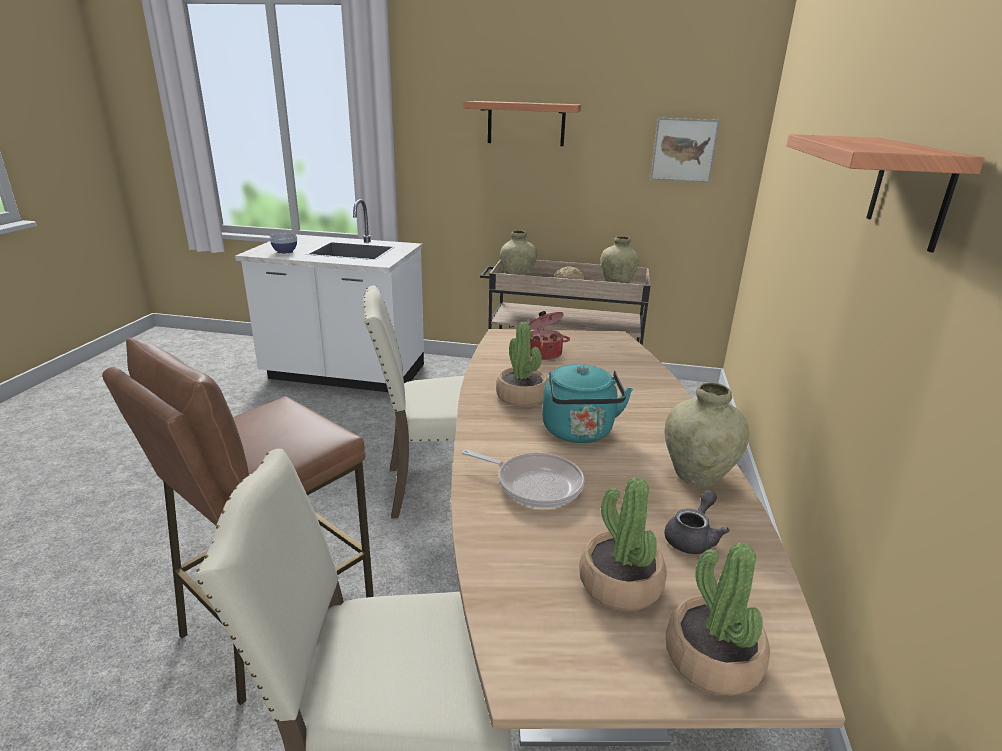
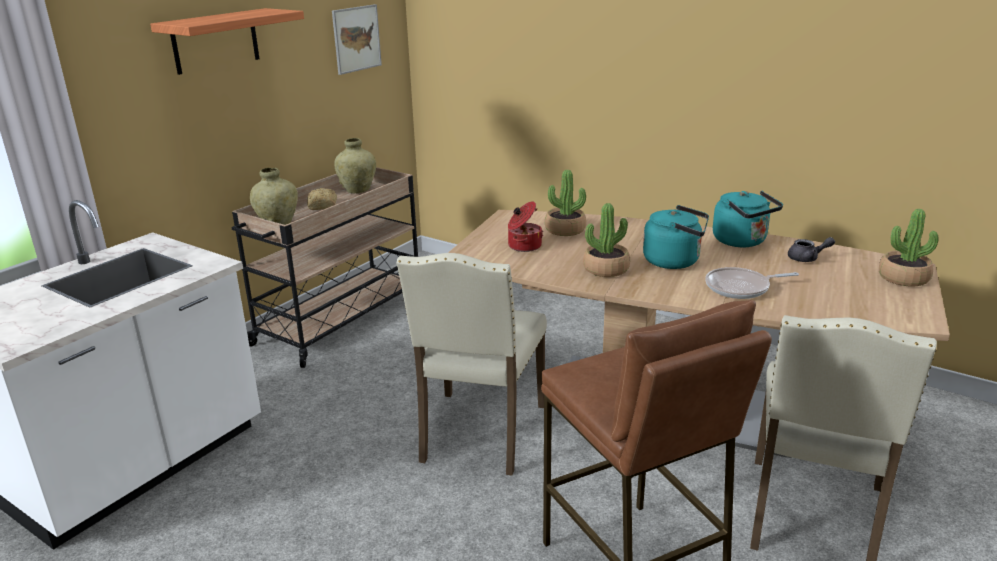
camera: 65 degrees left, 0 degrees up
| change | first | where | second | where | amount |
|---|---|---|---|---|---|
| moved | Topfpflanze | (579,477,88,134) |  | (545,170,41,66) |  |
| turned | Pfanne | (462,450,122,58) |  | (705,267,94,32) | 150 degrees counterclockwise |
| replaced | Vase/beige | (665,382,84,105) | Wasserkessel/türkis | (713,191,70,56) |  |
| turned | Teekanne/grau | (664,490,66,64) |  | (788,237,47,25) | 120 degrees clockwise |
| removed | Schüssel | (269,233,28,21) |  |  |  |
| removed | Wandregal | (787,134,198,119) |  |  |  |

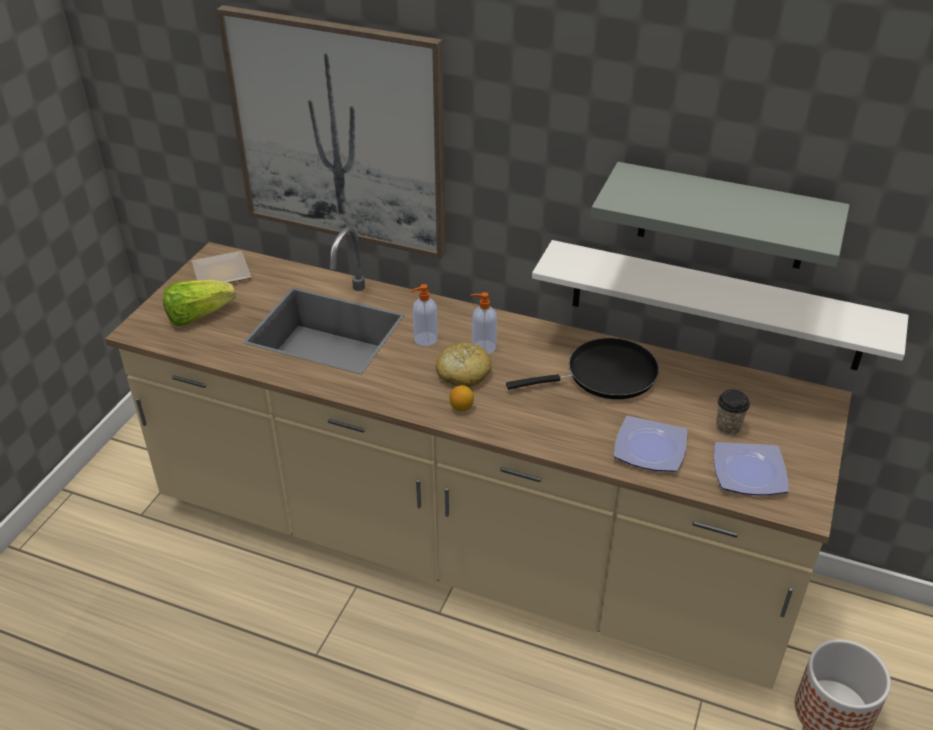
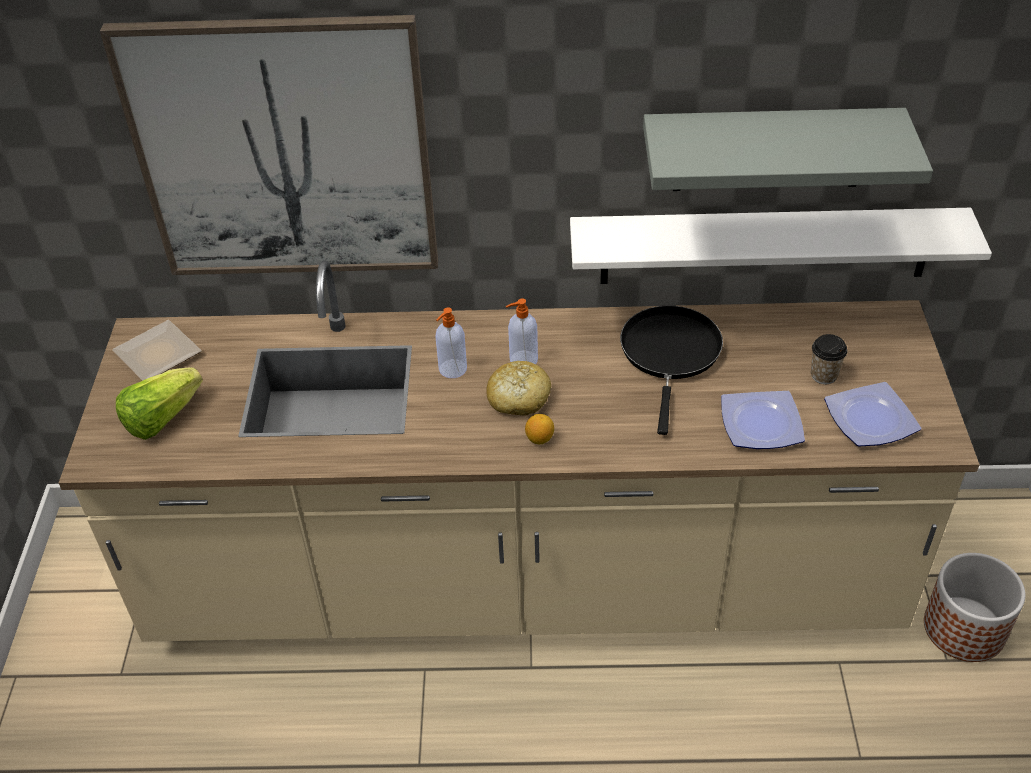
camera: 20 degrees left, 5 degrees up
| change | first | where | second | where | amount |
|---|---|---|---|---|---|
| turned | Pfanne/schwarz | (506,338,153,61) |  | (620,306,103,129) | 45 degrees counterclockwise |

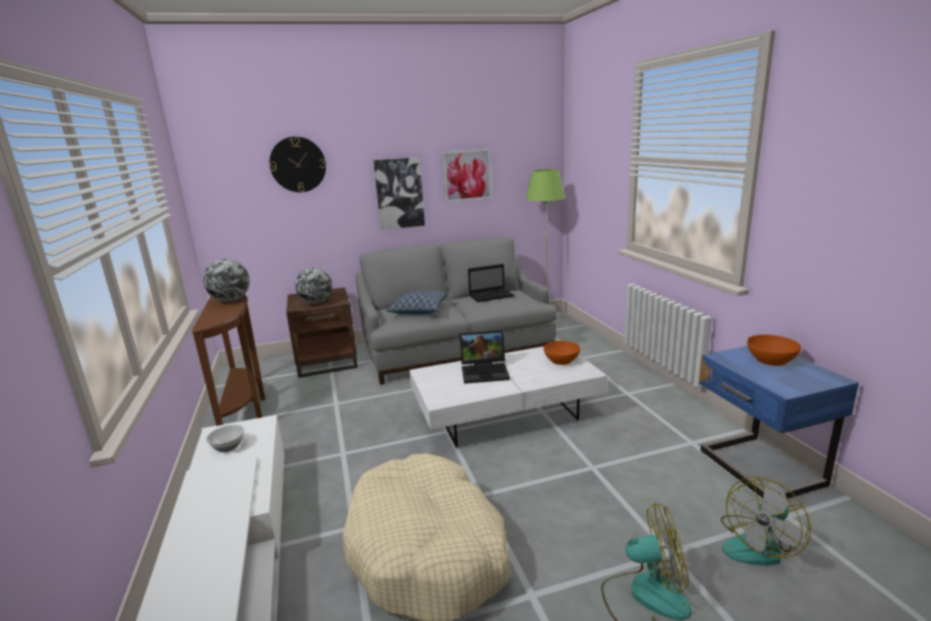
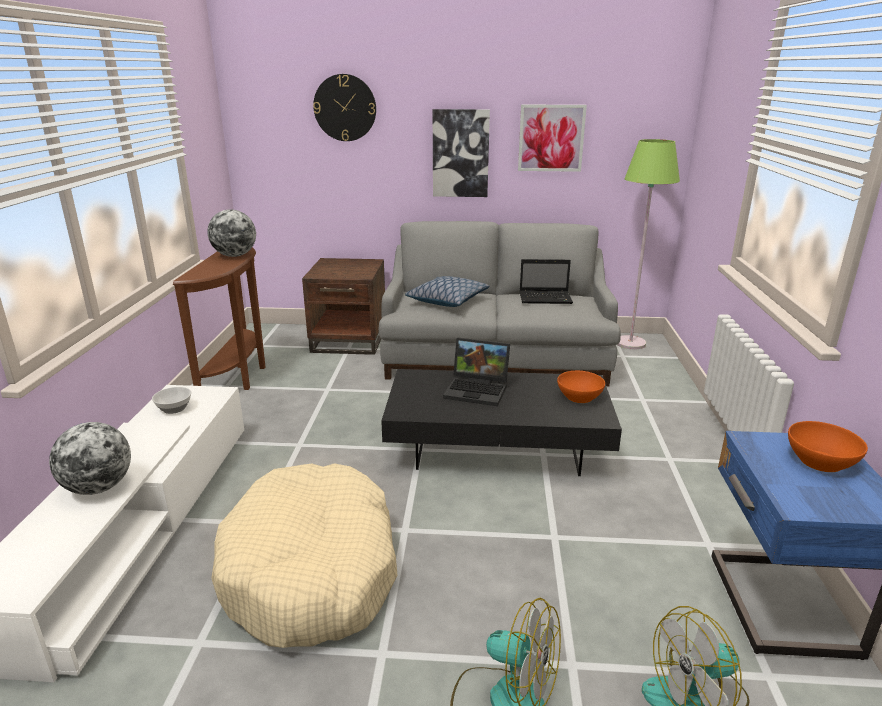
camera: 20 degrees right, 5 degrees up
| change | first | where | second | where | amount |
|---|---|---|---|---|---|
| moved | Globus | (295,268,37,36) |  | (49,422,82,73) |  |
| recoloured | Couchtisch/weiß | (409,346,198,101) | Couchtisch/schwarz | (381,369,241,107) |  |

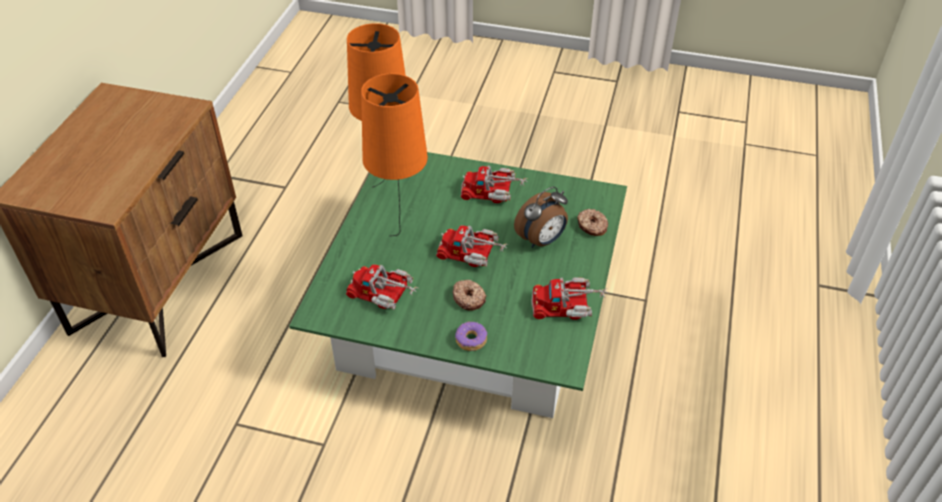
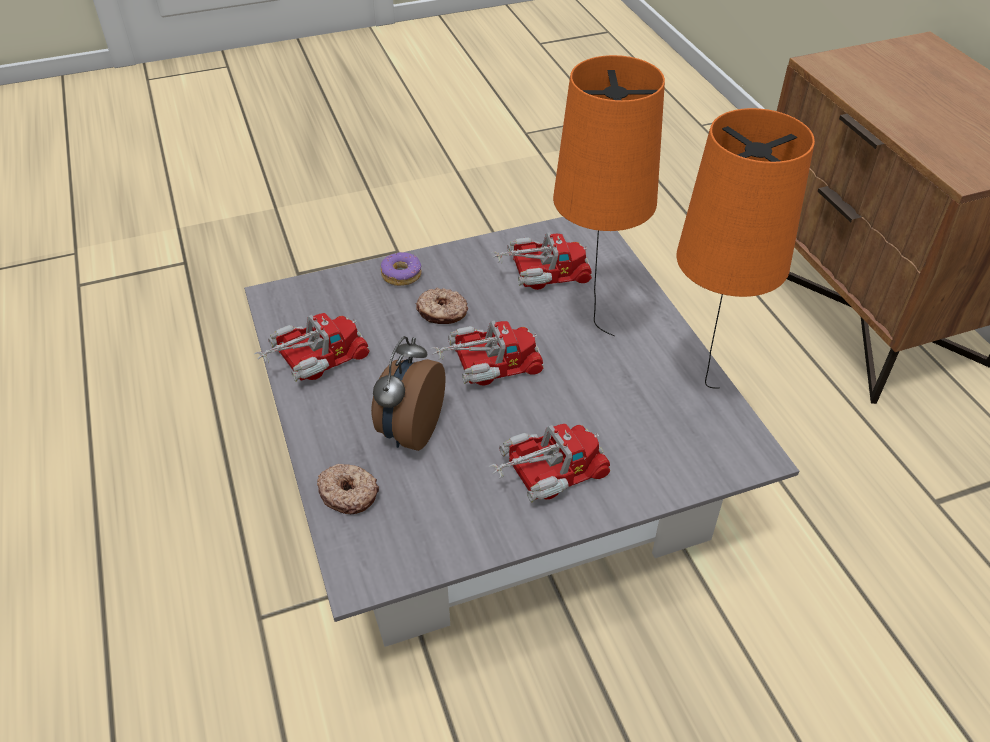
camera: 145 degrees right, 0 degrees up
| change | first | where | second | where | amount |
|---|---|---|---|---|---|
| recoloured | Couchtisch/grün | (289,152,338,266) | Couchtisch/grau | (244,217,555,430) |  |

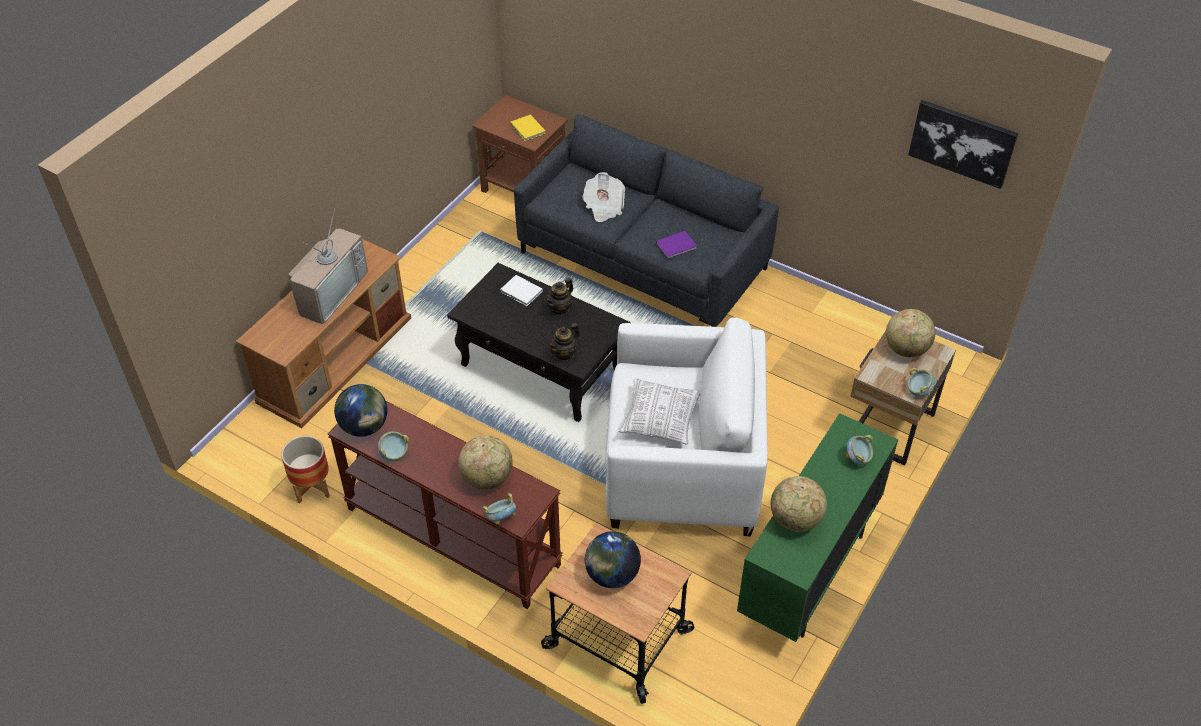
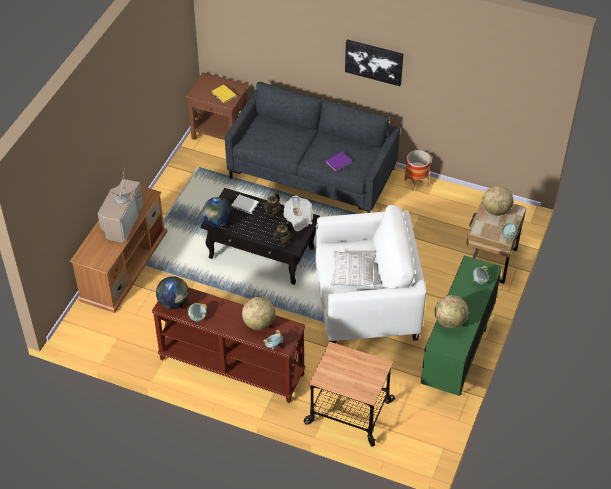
camera: 10 degrees left, 0 degrees up
| change | first | where | second | where | amount |
|---|---|---|---|---|---|
| moved | Globus | (585,531,56,57) |  | (202,197,31,30) |  |
| moved | Zeitung | (582,172,43,50) |  | (283,195,30,36) |  |
| moved | Bild | (908,100,110,89) |  | (345,39,58,47) |  |
| moved | Pflanzkübel | (281,436,49,67) |  | (405,150,26,41) |  |

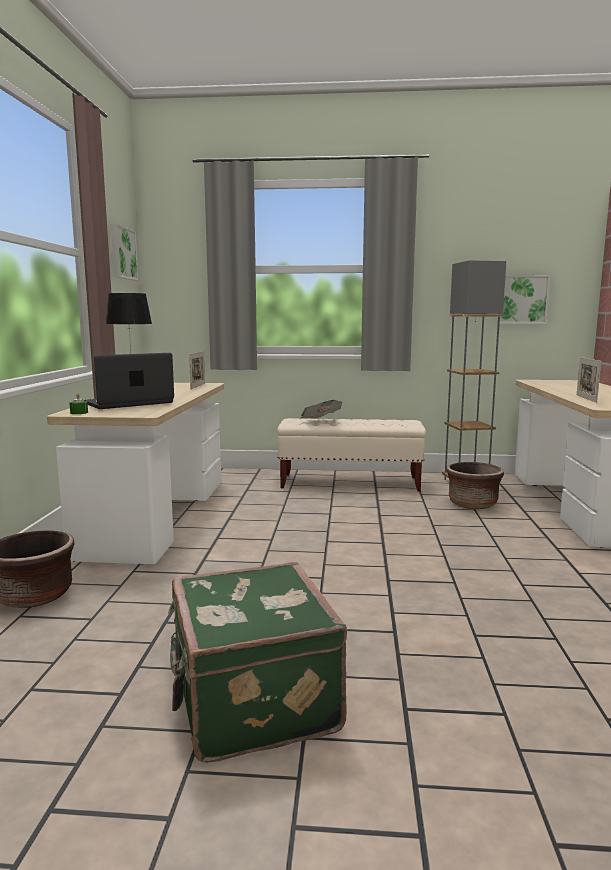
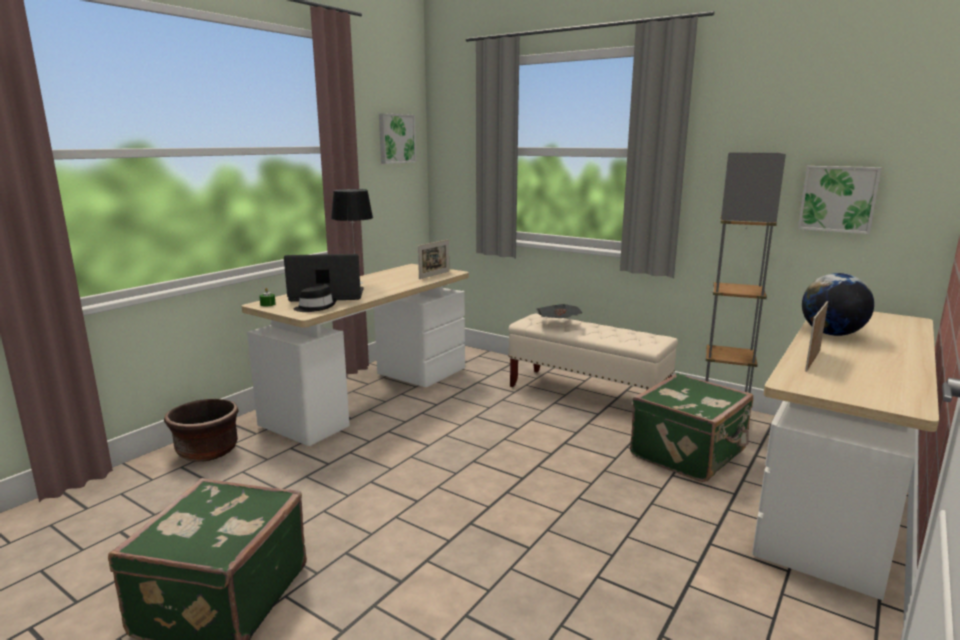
camera: 30 degrees right, 5 degrees up
| change | first | where | second | where | amount |
|---|---|---|---|---|---|
| added |  |  | Hut/schwarz | (294,285,43,27) |  |
| replaced | Pflanzkübel/braun | (446,462,58,47) | Koffer/grün | (630,373,123,109) |  |
| added |  |  | Globus | (802,273,72,63) |  |

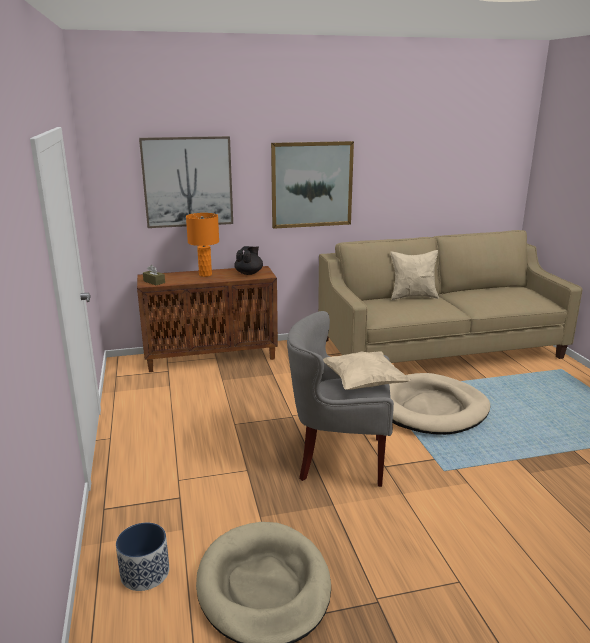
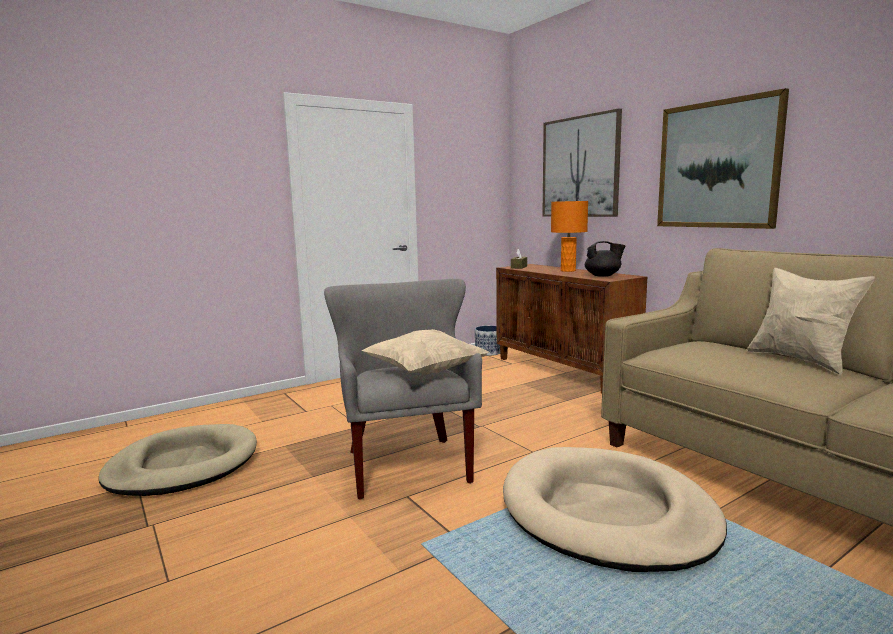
camera: 70 degrees right, 10 degrees down
| change | first | where | second | where | amount |
|---|---|---|---|---|---|
| moved | Pflanzkübel | (116,523,53,68) |  | (475,326,25,30) |  |

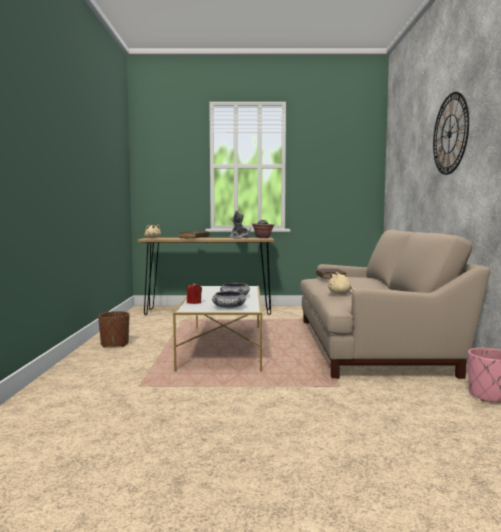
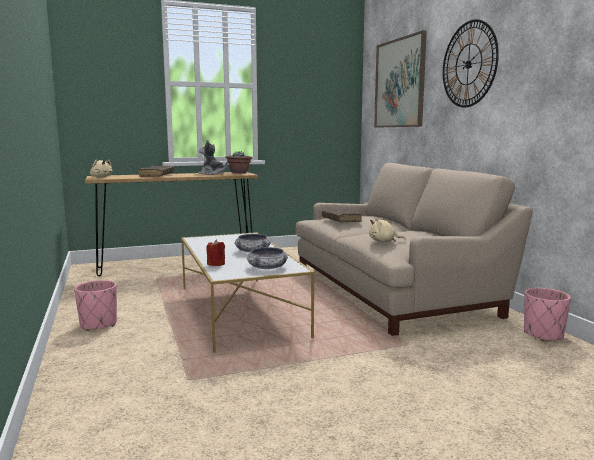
camera: 20 degrees left, 5 degrees up
| change | first | where | second | where | amount |
|---|---|---|---|---|---|
| recoloured | Pflanzkübel/braun | (98,311,31,37) | Pflanzkübel/rosa | (74,280,43,51) |  |
| added |  |  | Bild | (374,30,53,98) |  |

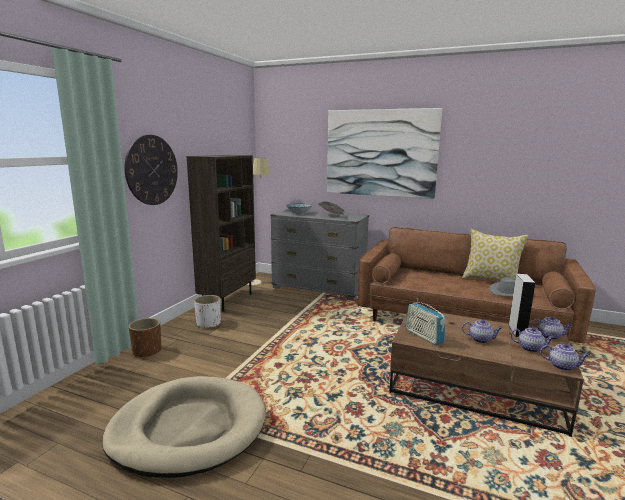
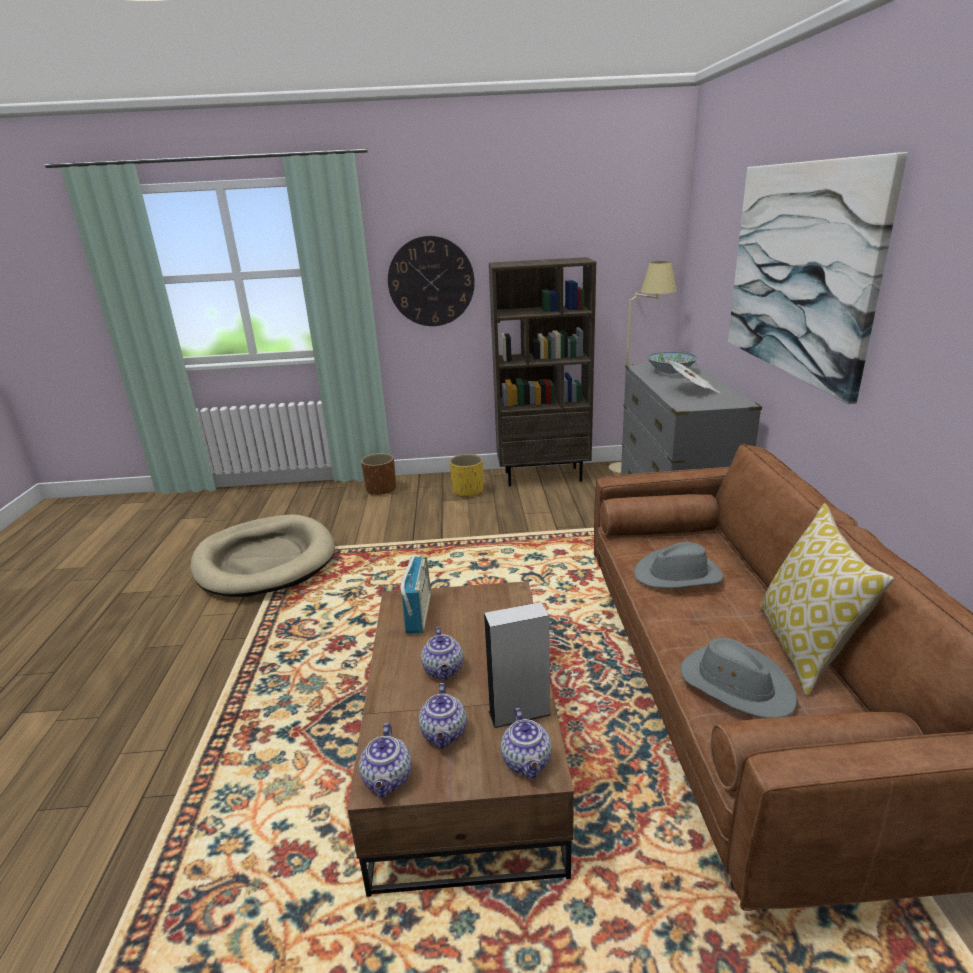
camera: 65 degrees right, 10 degrees up
| change | first | where | second | where | amount |
|---|---|---|---|---|---|
| turned | Radio | (406,299,39,46) |  | (400,556,31,78) | 150 degrees clockwise |
| recoloured | Pflanzkübel/weiß | (194,295,27,33) | Pflanzkübel/gelb | (450,454,33,44) |  |
| added |  |  | Hut/grau | (634,542,89,46) |  |

